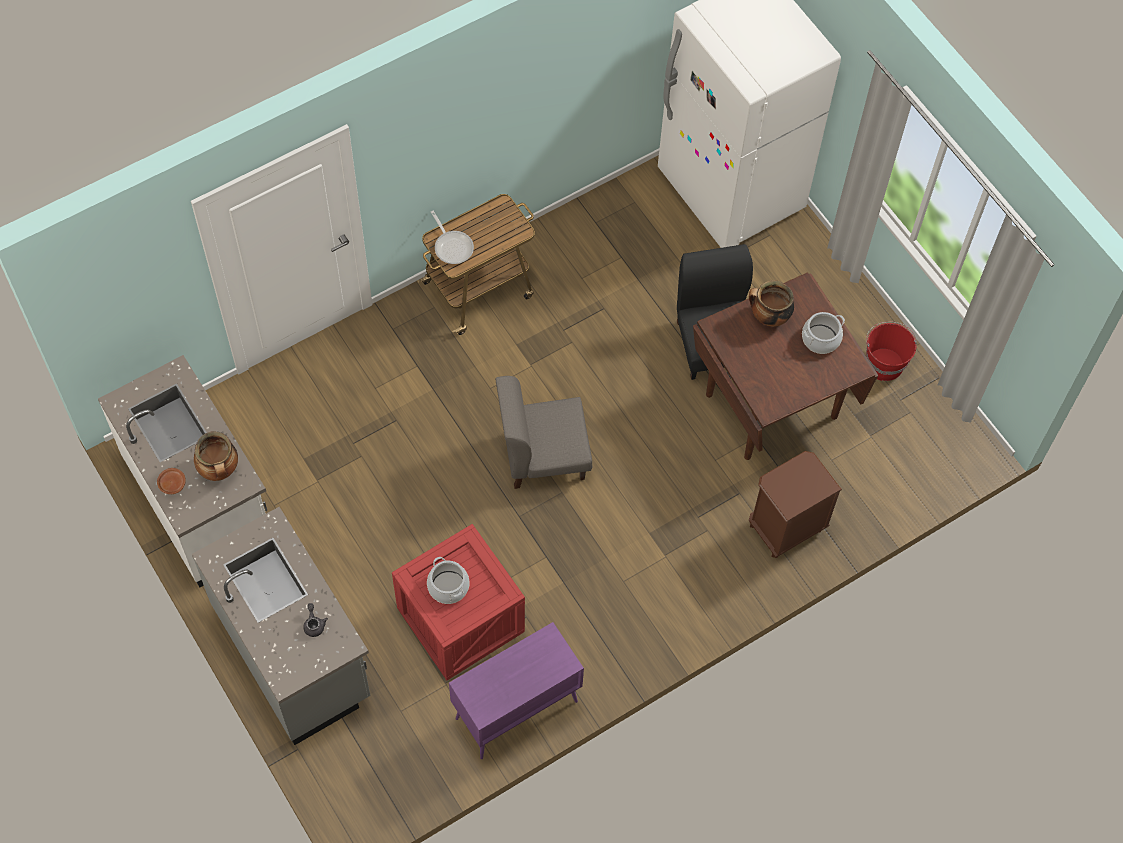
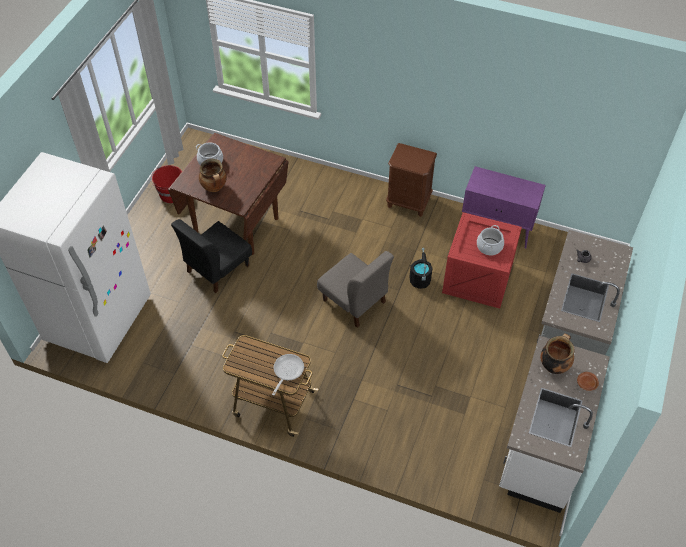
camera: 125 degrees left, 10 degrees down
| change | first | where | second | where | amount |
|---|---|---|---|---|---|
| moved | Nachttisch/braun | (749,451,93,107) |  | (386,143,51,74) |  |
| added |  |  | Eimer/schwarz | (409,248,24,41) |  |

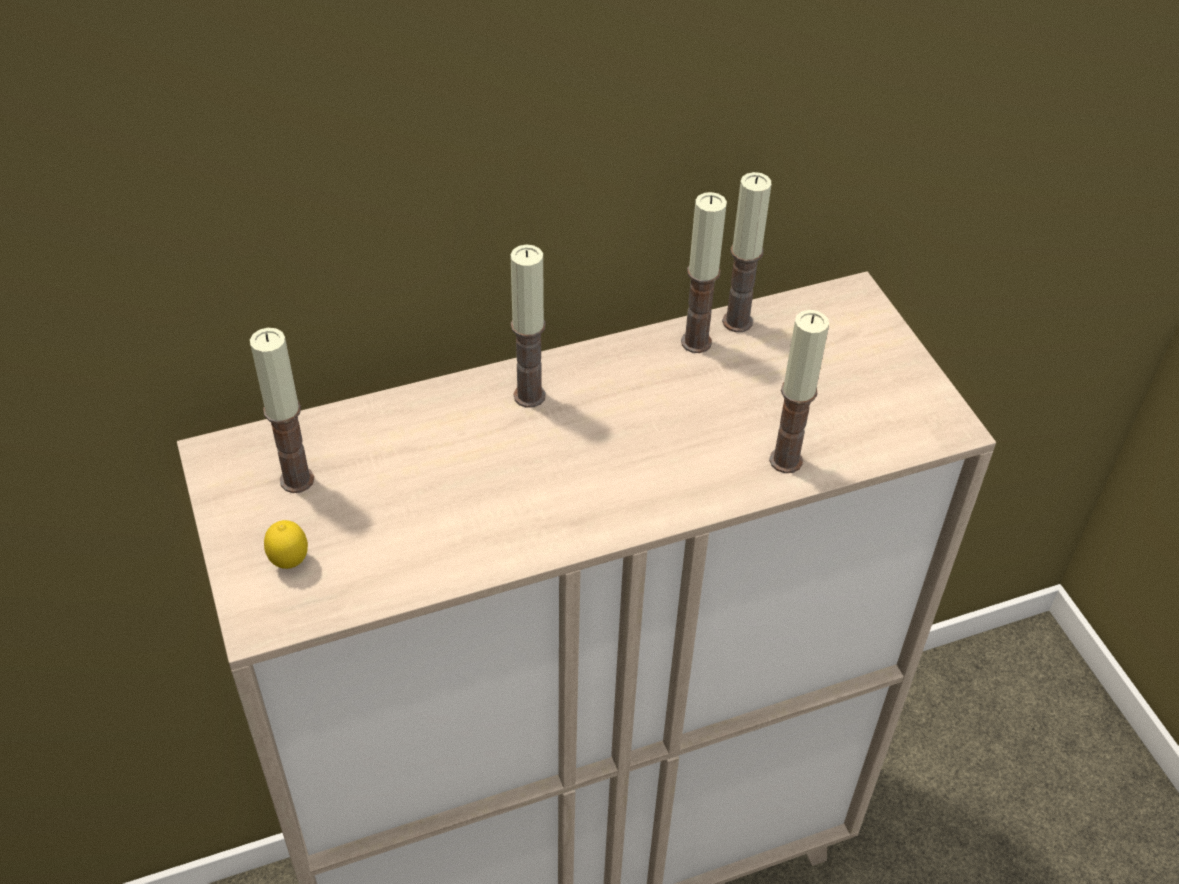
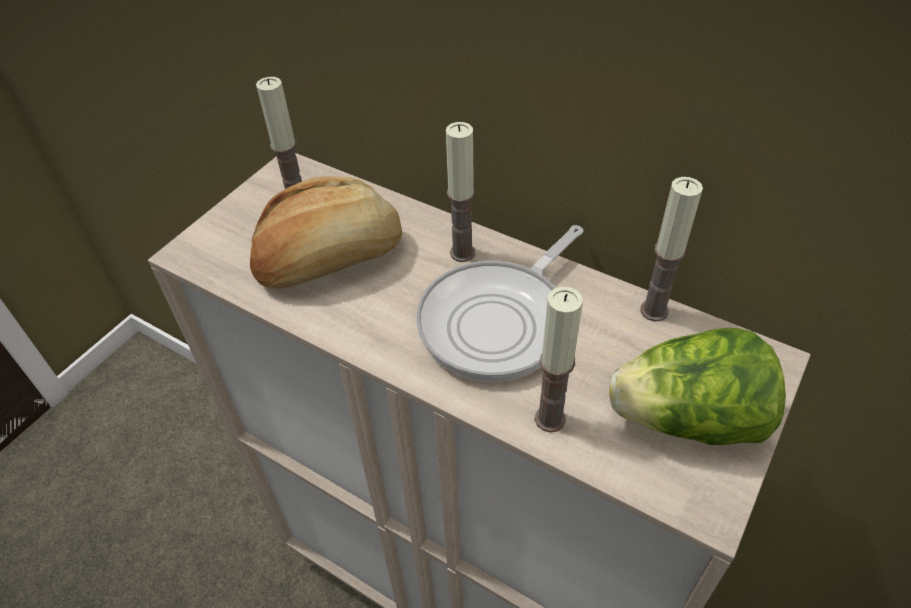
camera: 55 degrees right, 0 degrees up
| change | first | where | second | where | amount |
|---|---|---|---|---|---|
| added |  |  | Brot | (250,176,152,112) |  |
| added |  |  | Pfanne | (416,225,168,157) |  |
| added |  |  | Salatkopf | (609,328,177,117) |  |
| removed | Zitrone | (264,520,44,49) |  |  |  |
| removed | Kerze | (681,192,46,161) |  |  |  |

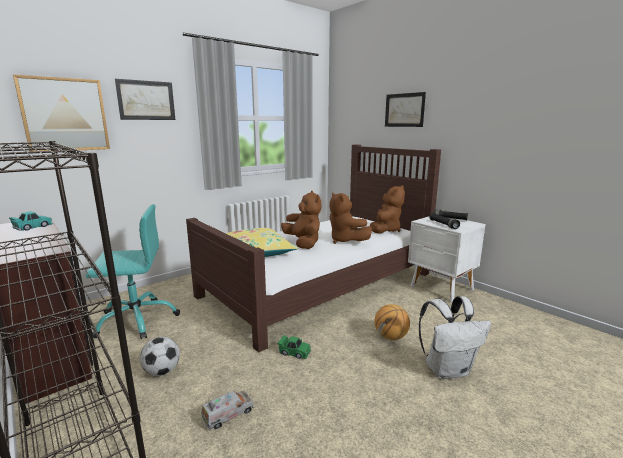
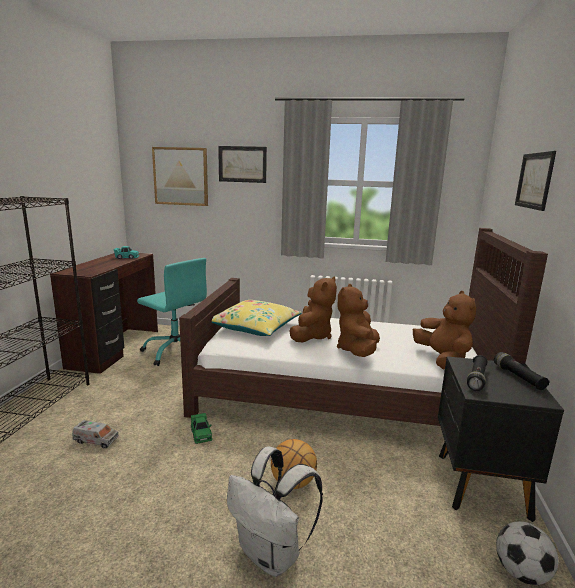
camera: 50 degrees right, 0 degrees up
| change | first | where | second | where | amount |
|---|---|---|---|---|---|
| turned | Plüschtier/braun | (370,185,35,49) |  | (413,291,63,79) | 90 degrees counterclockwise |
| recoloured | Nachttisch/weiß | (408,216,78,86) | Nachttisch/schwarz | (438,356,126,166) |  |
| moved | Fußball | (140,337,40,39) |  | (496,521,62,64) |  |

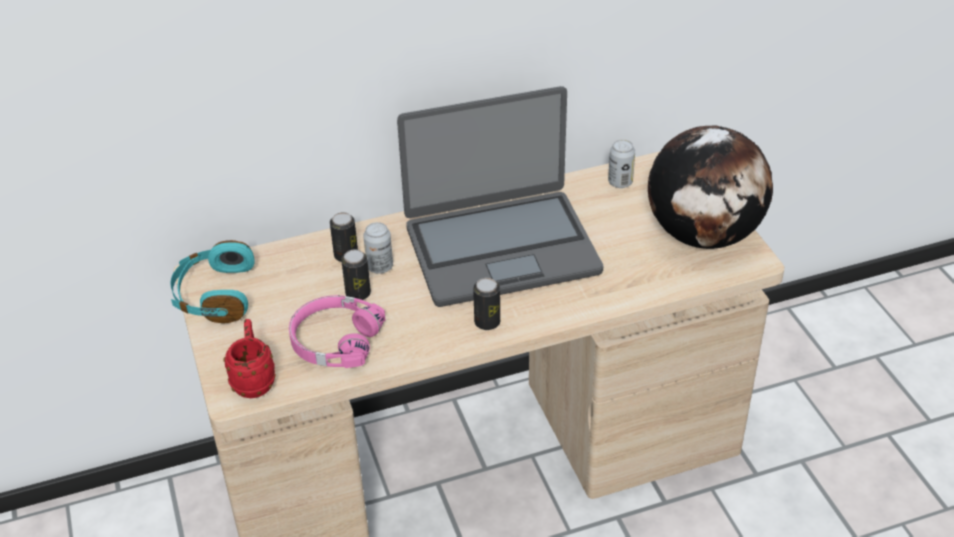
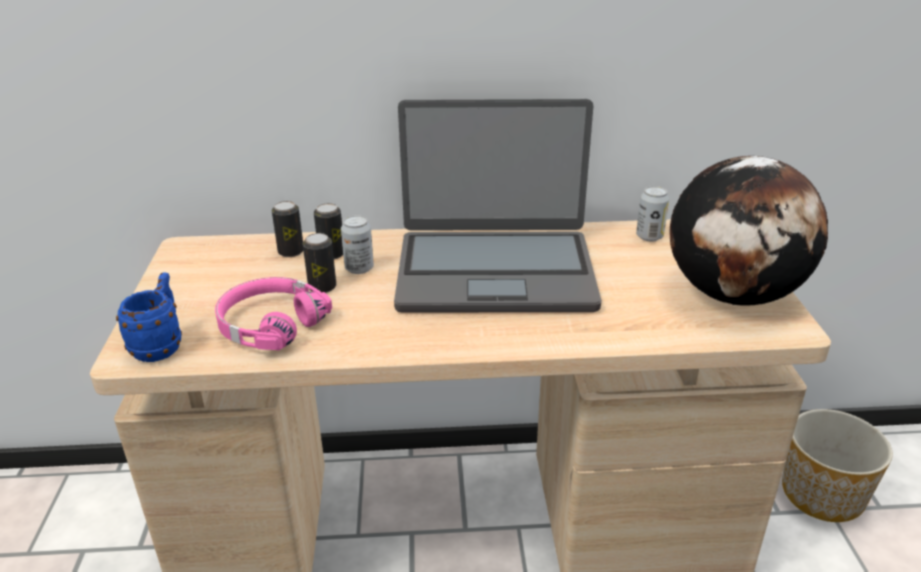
camera: 15 degrees right, 10 degrees down
| change | first | where | second | where | amount |
|---|---|---|---|---|---|
| recoloured | Henkelbecher/rot | (223,319,53,79) | Henkelbecher/blau | (116,272,66,90) |  |
| moved | Dose | (473,278,27,52) |  | (272,201,31,56) |  |
| added |  |  | Pflanzkübel | (782,409,111,113) |  |
| removed | Kopfhörer/türkis | (170,240,85,83) |  |  |  |

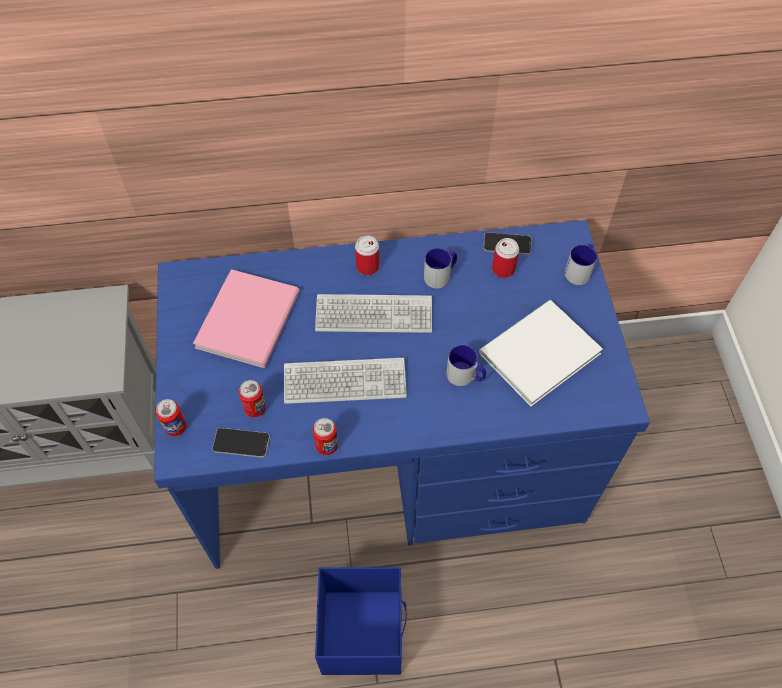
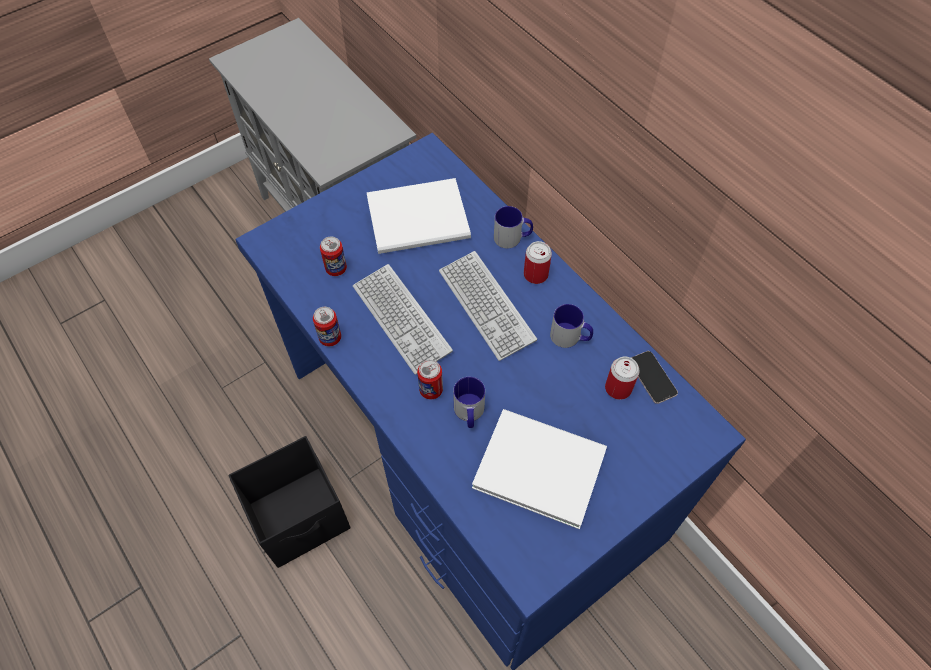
camera: 60 degrees right, 0 degrees up
| change | first | where | second | where | amount |
|---|---|---|---|---|---|
| recoloured | Aufbewahrungsbox/blau | (315,567,92,108) | Aufbewahrungsbox/schwarz | (228,436,123,132) |  |
| recoloured | Buch/rosa | (193,269,107,99) | Buch/weiß | (367,178,104,76) |  |
| moved | Dose | (156,399,31,38) |  | (417,360,26,39) |  |
| moved | Henkelbecher | (565,244,32,41) |  | (494,206,39,43) |  |
| removed | Handy | (212,428,58,30) |  |  |  |

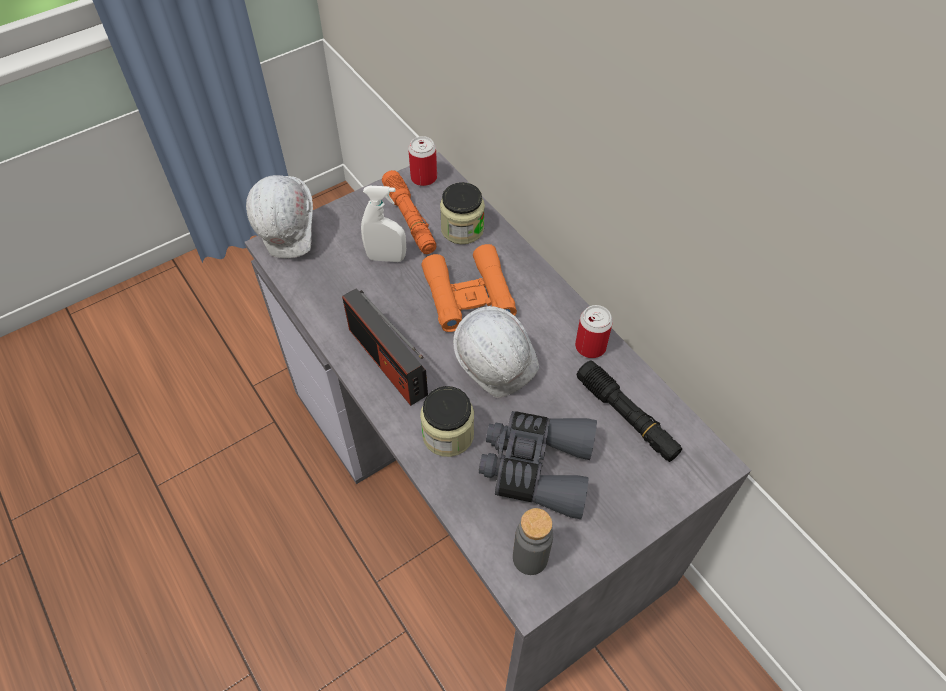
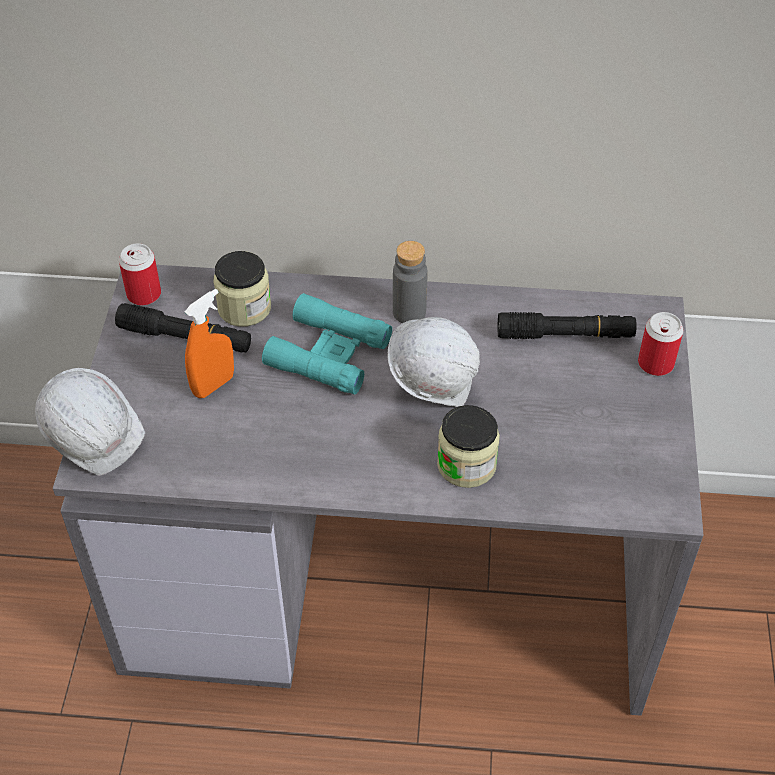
camera: 50 degrees left, 5 degrees down
| change | first | where | second | where | amount |
|---|---|---|---|---|---|
| recoloured | Taschenlampe/orange | (382,170,55,84) | Taschenlampe/schwarz | (115,303,136,50) |  |
| recoloured | Sprühflasche/weiß | (361,186,45,76) | Sprühflasche/orange | (185,289,49,109) |  |
| recoloured | Fernglas/orange | (421,244,96,88) | Fernglas/türkis | (262,293,130,102) |  |
| moved | Flasche/grau | (513,508,40,67) |  | (393,241,35,82) |  |
| moved | Dose | (575,305,38,53) |  | (638,312,45,64) |  |
| removed | Radio | (342,288,86,118) |  |  |  |
| removed | Fernglas/grau | (479,411,118,108) |  |  |  |

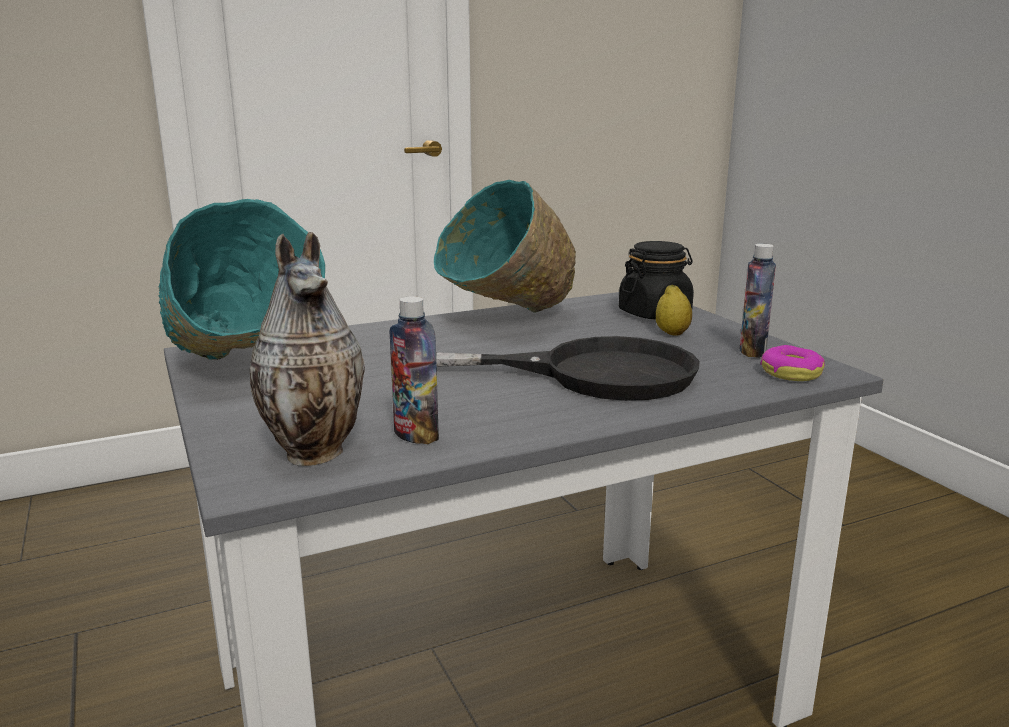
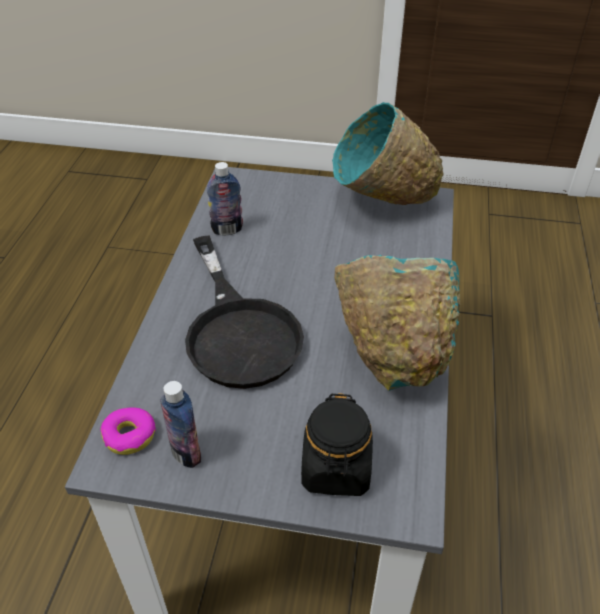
camera: 125 degrees right, 25 degrees up
| change | first | where | second | where | amount |
|---|---|---|---|---|---|
| turned | Pfanne/schwarz | (436,336,264,65) |  | (185,235,119,154) | 60 degrees counterclockwise |
| removed | Vase | (250,232,115,234) |  |  |  |
| removed | Zitrone | (656,285,36,50) |  |  |  |

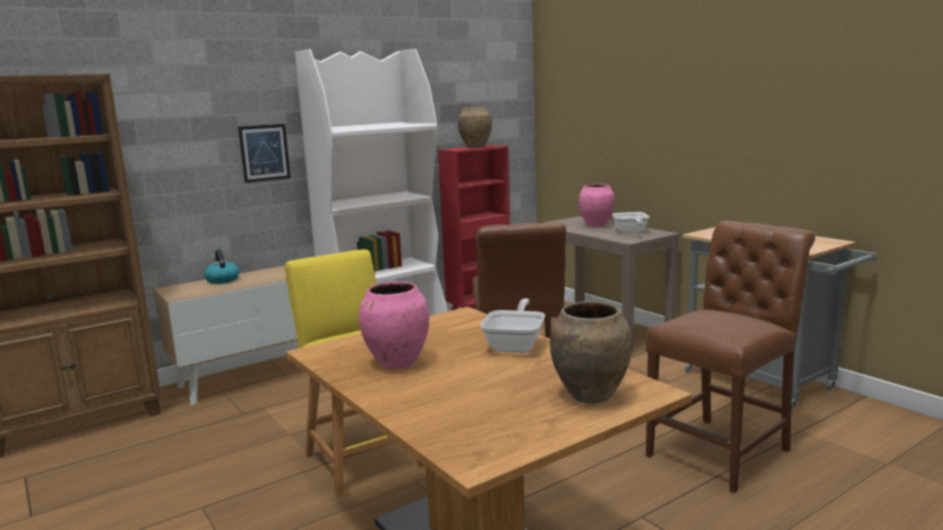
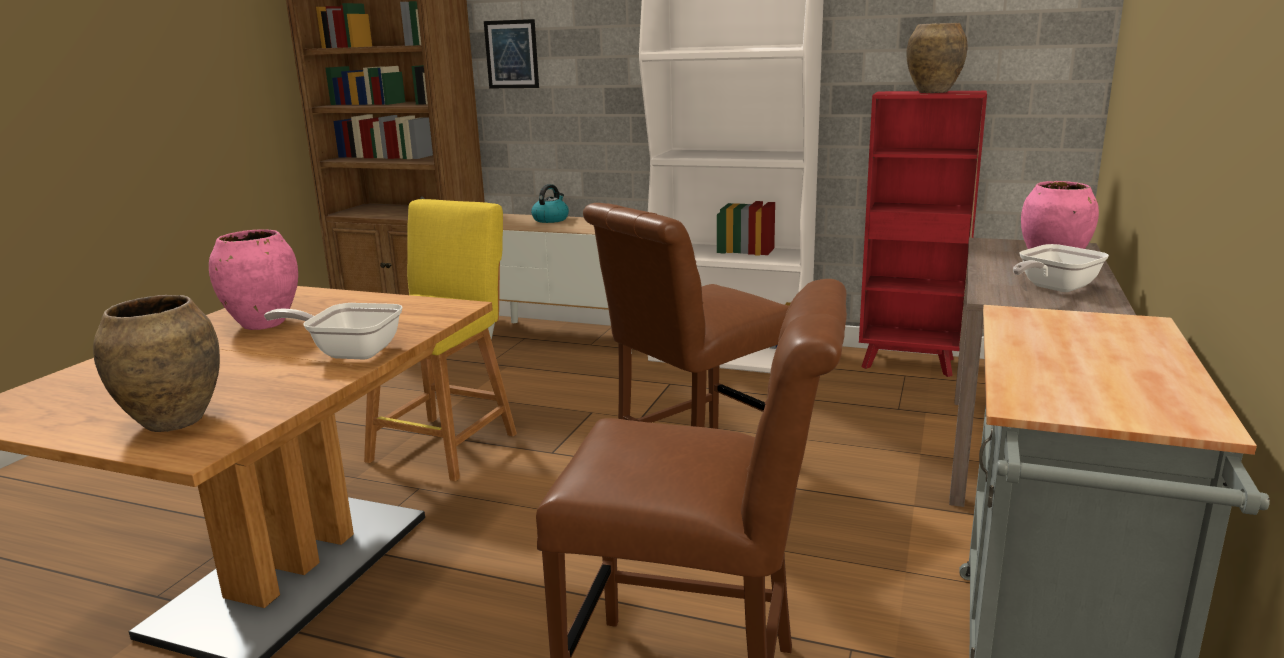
camera: 55 degrees right, 5 degrees up
| change | first | where | second | where | amount |
|---|---|---|---|---|---|
| turned | Pfanne | (480,299,65,54) |  | (264,303,139,57) | 150 degrees counterclockwise |
| moved | Bild | (238,124,53,59) |  | (484,19,55,69) |  |

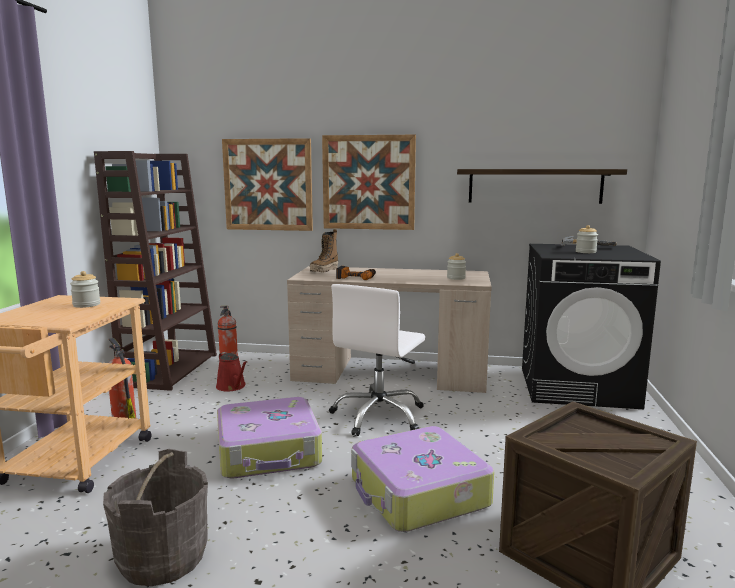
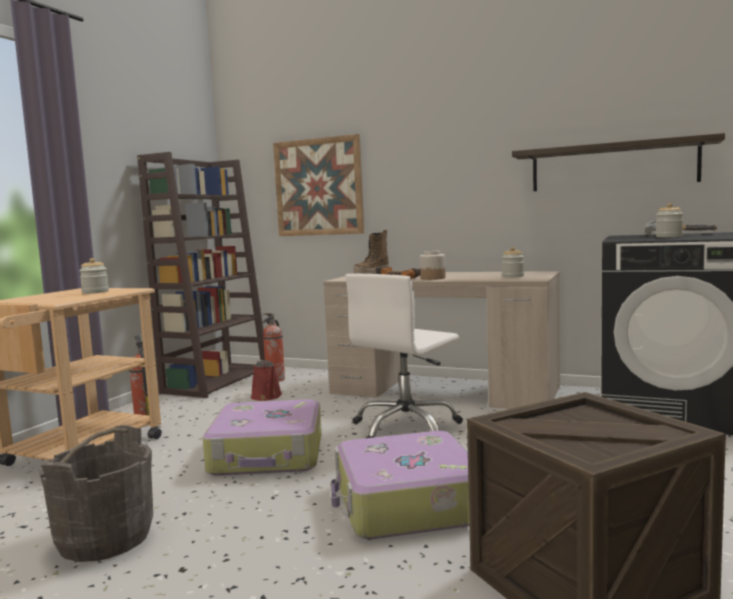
camera: 15 degrees right, 5 degrees down
| change | first | where | second | where | amount |
|---|---|---|---|---|---|
| added |  |  | Vorratsglas | (420,251,25,29) |  |
| removed | Bild | (322,135,94,95) |  |  |  |

